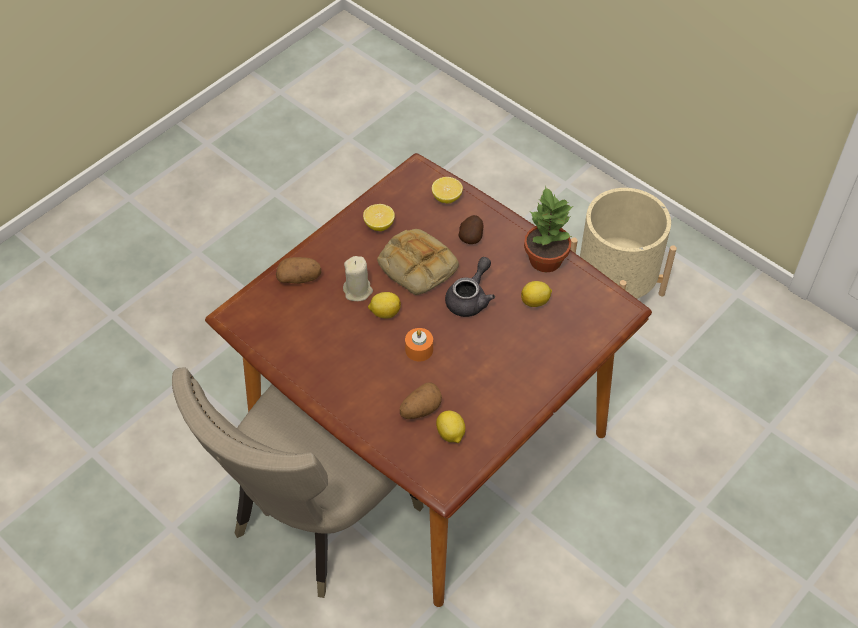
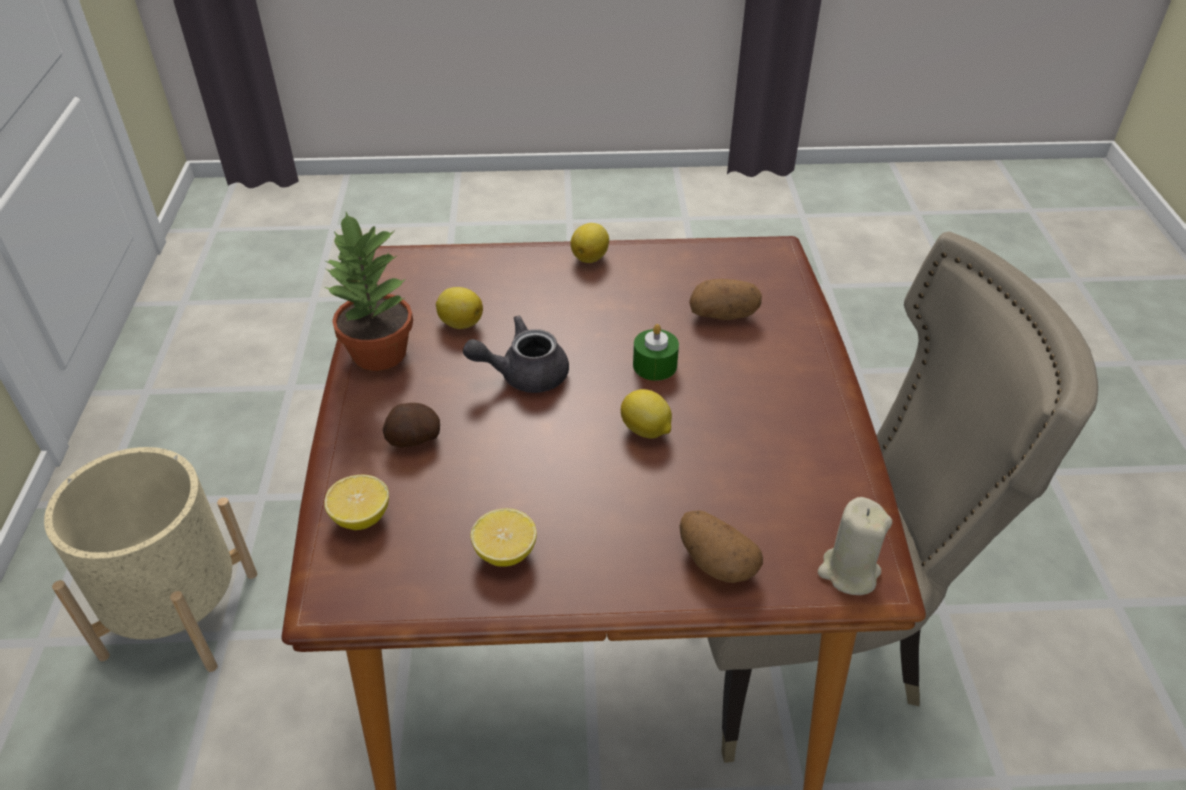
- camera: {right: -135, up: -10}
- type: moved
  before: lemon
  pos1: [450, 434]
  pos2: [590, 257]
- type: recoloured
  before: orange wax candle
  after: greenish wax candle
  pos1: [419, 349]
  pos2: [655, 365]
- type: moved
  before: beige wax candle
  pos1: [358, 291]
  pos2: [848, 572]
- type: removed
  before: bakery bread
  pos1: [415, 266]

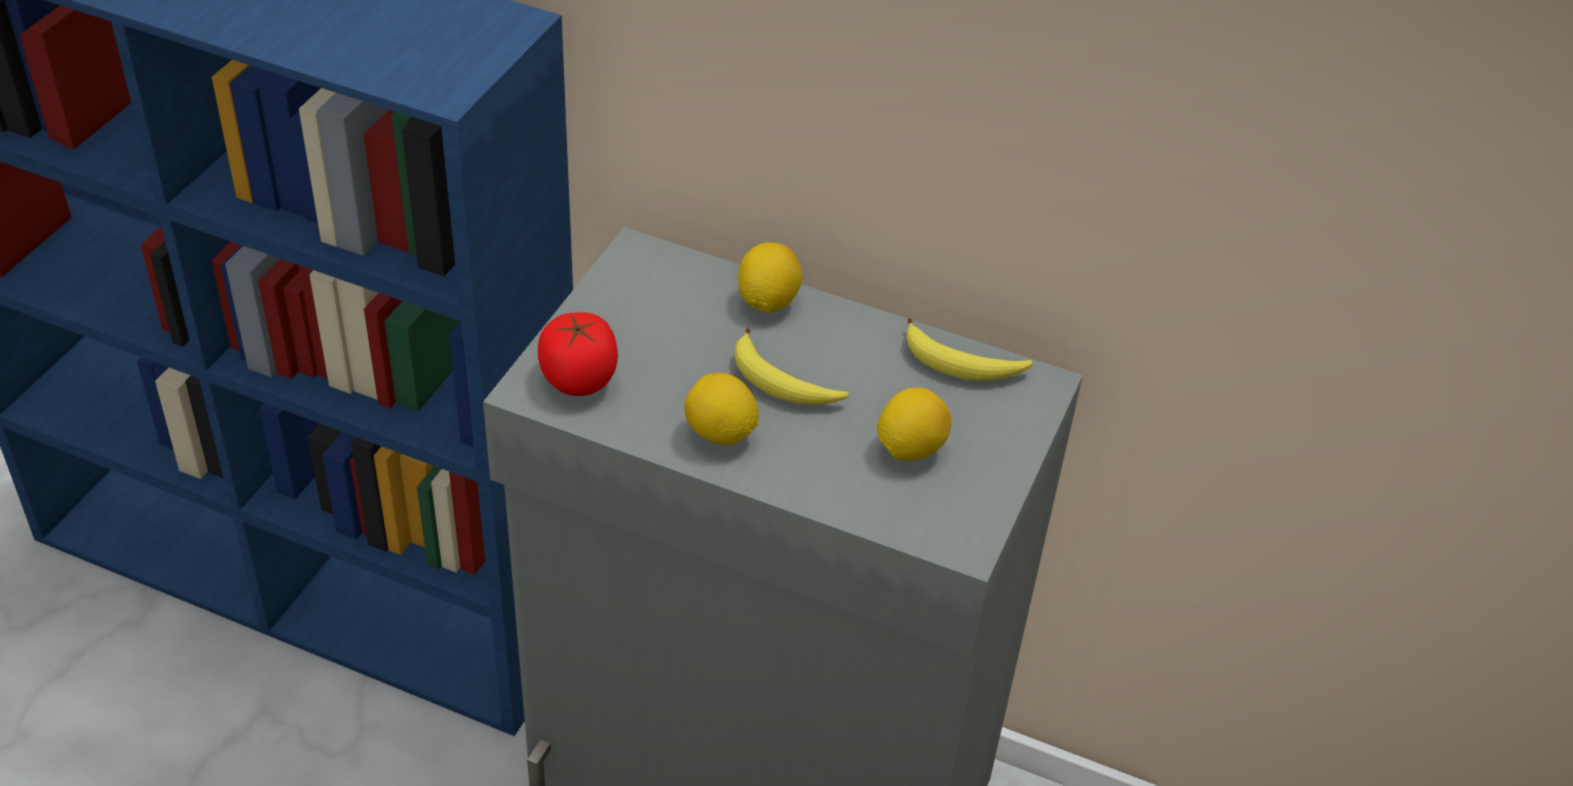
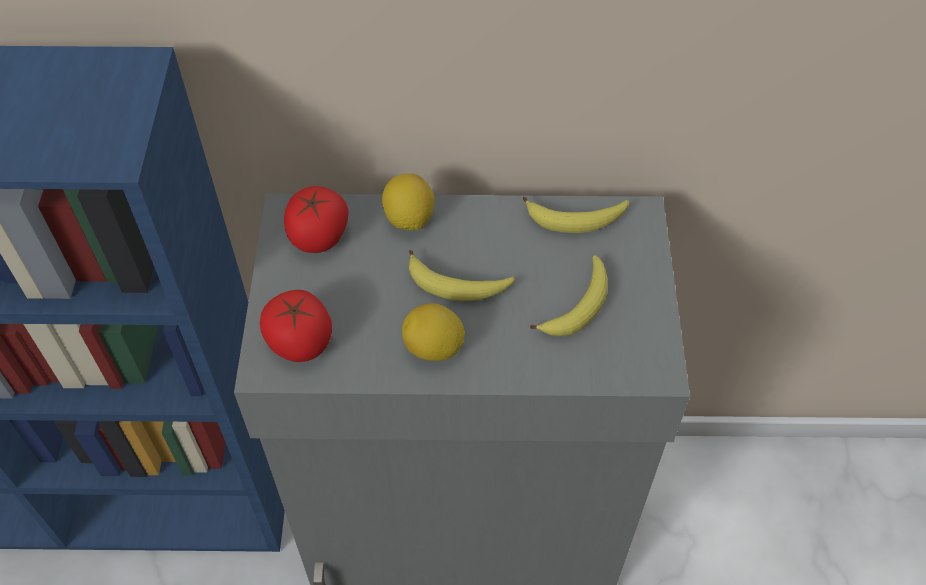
- camera: {right: -20, up: 10}
- type: added
  after: tomato
  pos2: [319, 236]
- type: replaced
  before: lemon
  after: banana fruit
  pos1: [910, 448]
  pos2: [577, 305]

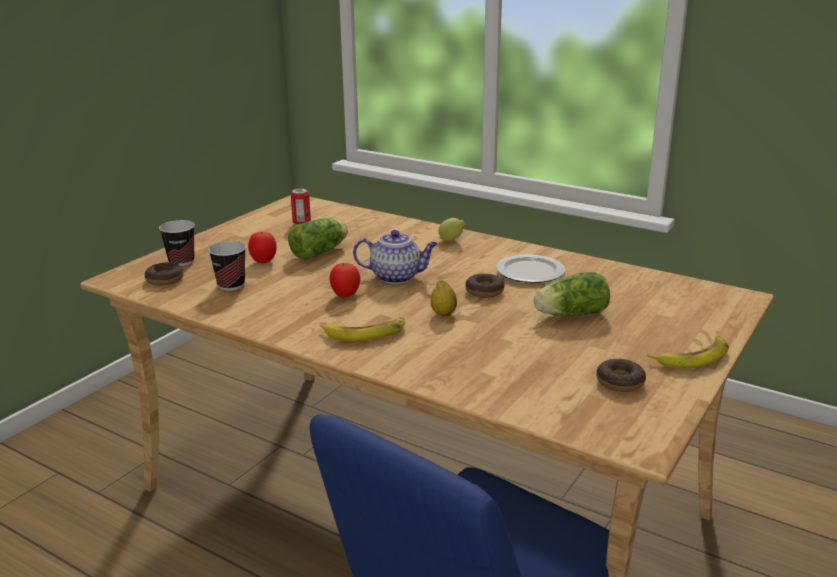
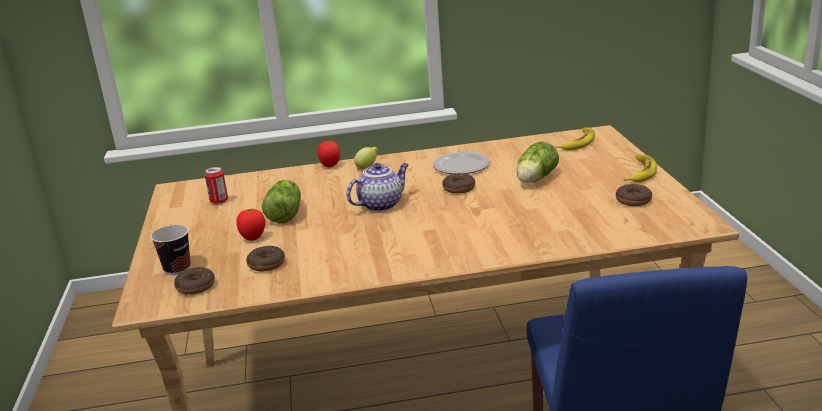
- camera: {right: -40, up: 0}
- type: replaced
  before: cup
  after: ring doughnut
  pos1: [231, 285]
  pos2: [266, 264]
- type: moved
  before: tomato
  pos1: [345, 295]
  pos2: [330, 166]
- type: moved
  before: banana fruit
  pos1: [366, 333]
  pos2: [577, 142]
- type: removed
  before: lemon
  pos1: [443, 314]

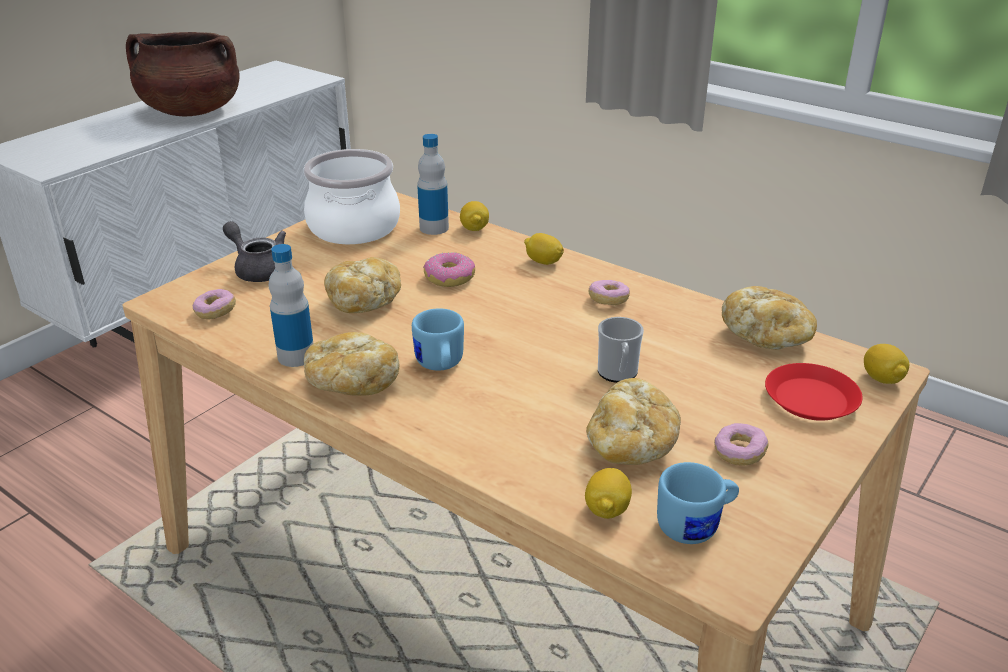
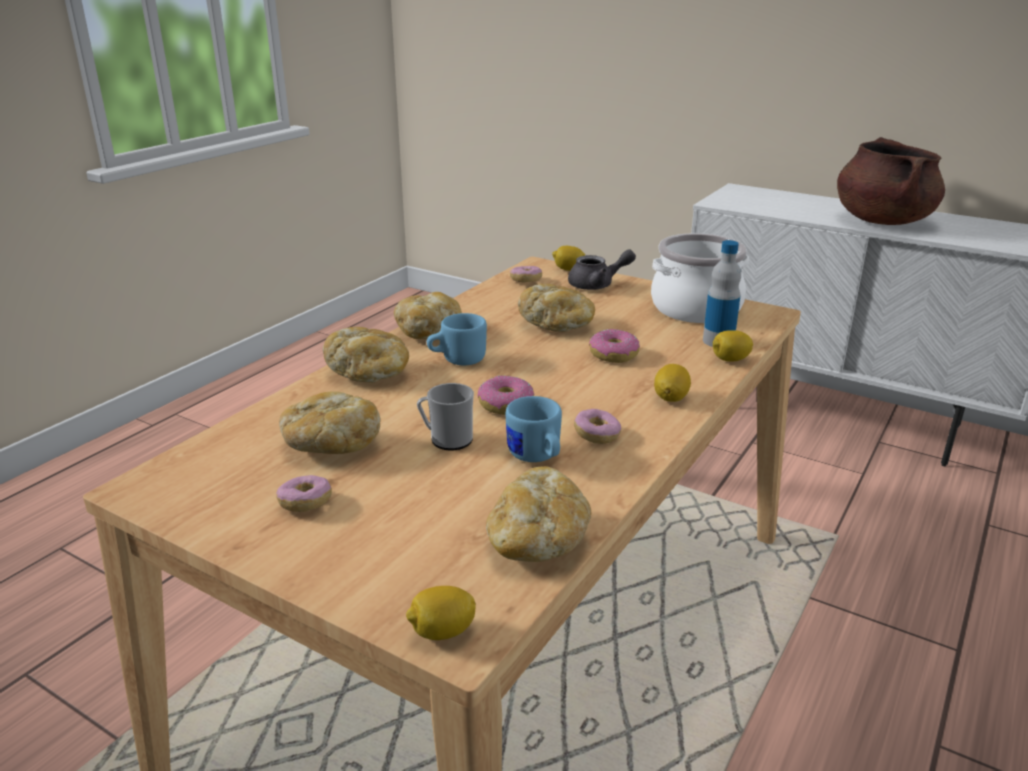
- camera: {right: 85, up: -5}
- type: added
  after: bakery bread
  pos2: [369, 373]
- type: added
  after: ring doughnut
  pos2: [505, 405]
- type: moved
  before: bluish tea mug
  pos1: [696, 526]
  pos2: [536, 457]
- type: moved
  before: lemon
  pos1: [607, 509]
  pos2: [568, 269]
- type: turned
  before: greyish pot for tea
  pos1: [258, 269]
  pos2: [597, 285]
  turn: 45
- type: removed
  before: bottle
  pos1: [296, 356]
- type: removed
  before: red-coloured plate
  pos1: [810, 399]

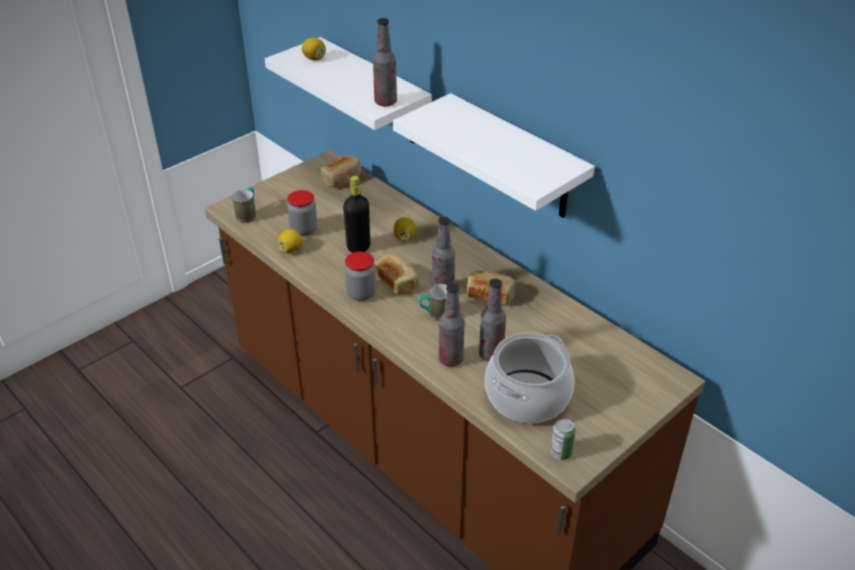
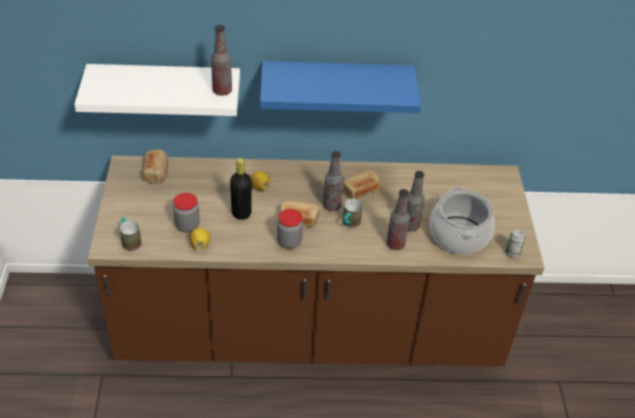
- camera: {right: -50, up: 5}
- type: recoloured
  before: white-coloured bracket shelf
  after: bluish bracket shelf
  pos1: [516, 158]
  pos2: [337, 86]
- type: removed
  before: lemon
  pos1: [314, 58]

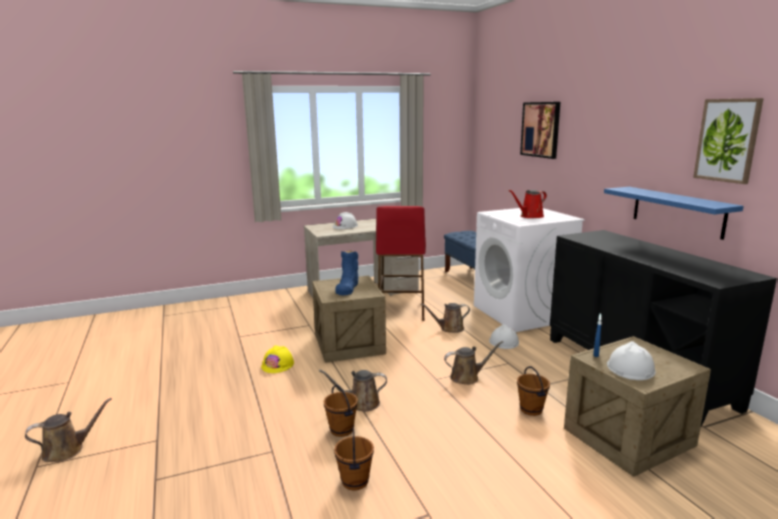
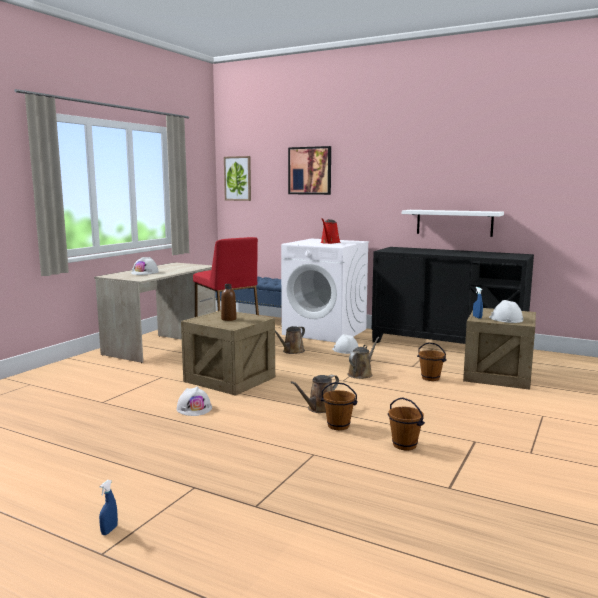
- camera: {right: -40, up: -5}
- type: replaced
  before: brownish watering pot
  after: bluish sprayer
  pos1: [67, 450]
  pos2: [109, 530]
- type: recoloured
  before: yellowish hard hat
  after: white-coloured hard hat
  pos1: [278, 364]
  pos2: [194, 408]
- type: replaced
  before: bluish tall boot
  after: brownish bottle
  pos1: [347, 288]
  pos2: [228, 319]
- type: moved
  before: wall picture
  pos1: [727, 140]
  pos2: [238, 178]
- type: recoloured
  before: bluish bracket shelf
  after: white-coloured bracket shelf
  pos1: [677, 211]
  pos2: [454, 222]

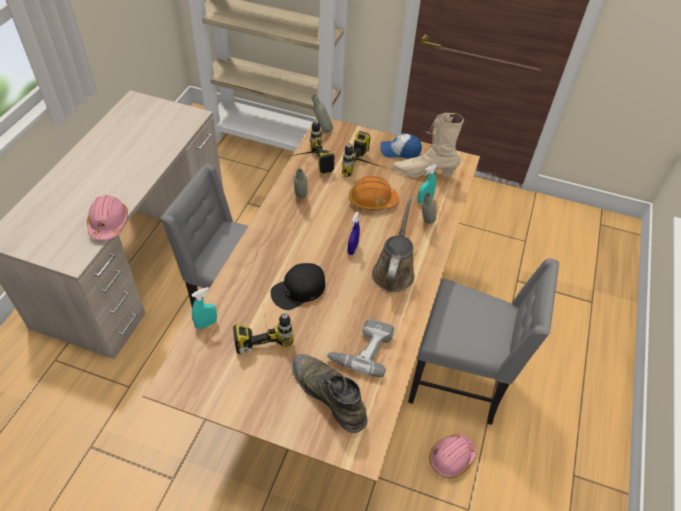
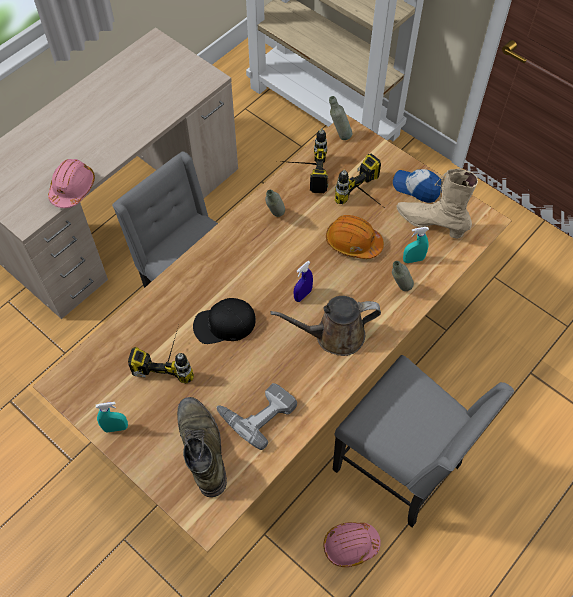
- camera: {right: 25, up: 10}
- type: moved
  before: turquoise-coloured sprayer
  pos1: [206, 324]
  pos2: [116, 428]
- type: turned
  before: brownish watering pot
  pos1: [394, 271]
  pos2: [334, 335]
  turn: -135

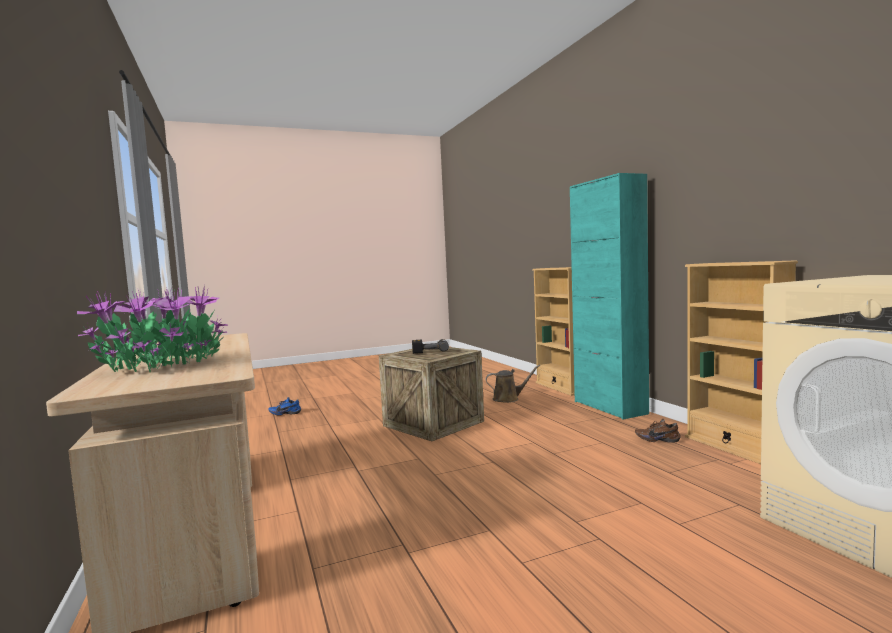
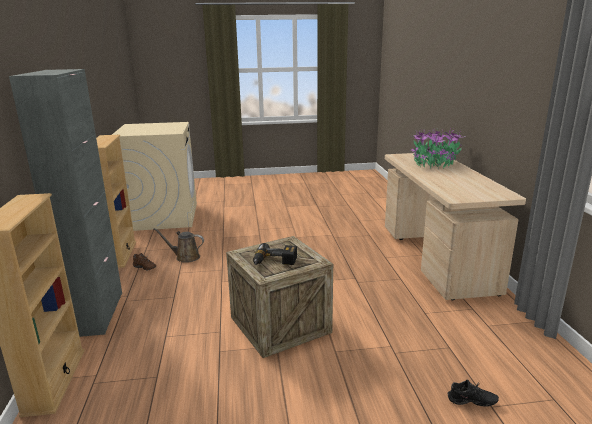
- camera: {right: -165, up: 15}
- type: recoloured
  before: turquoise-coloured cabinet
  after: greyish cabinet
  pos1: [609, 407]
  pos2: [97, 314]
- type: moved
  before: brownish watering pot
  pos1: [508, 399]
  pos2: [185, 257]
- type: recoloured
  before: bluish item of footwear
  after: black item of footwear
  pos1: [285, 413]
  pos2: [471, 403]

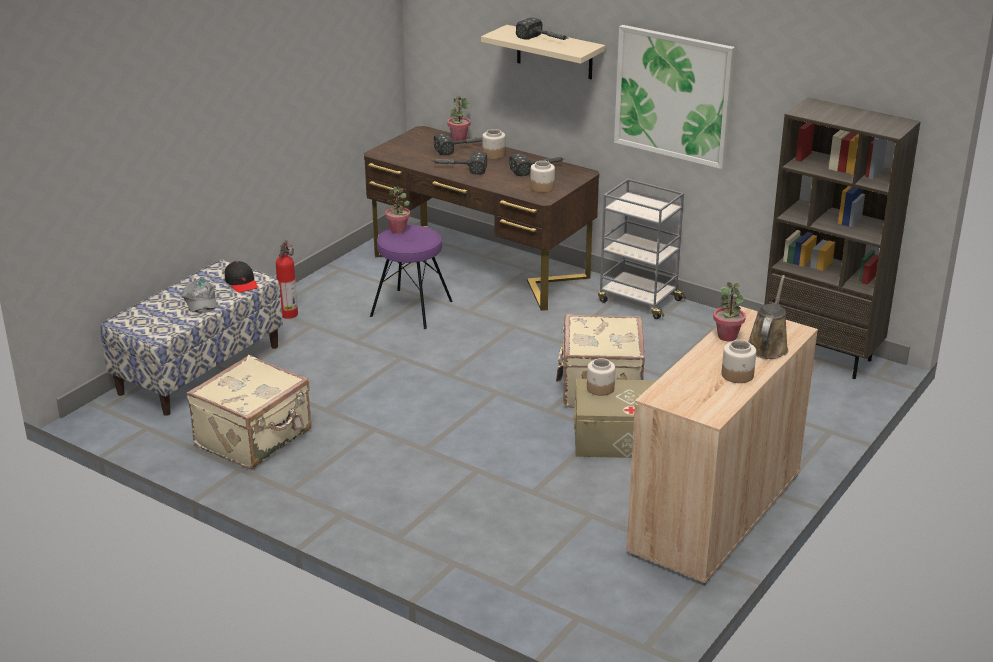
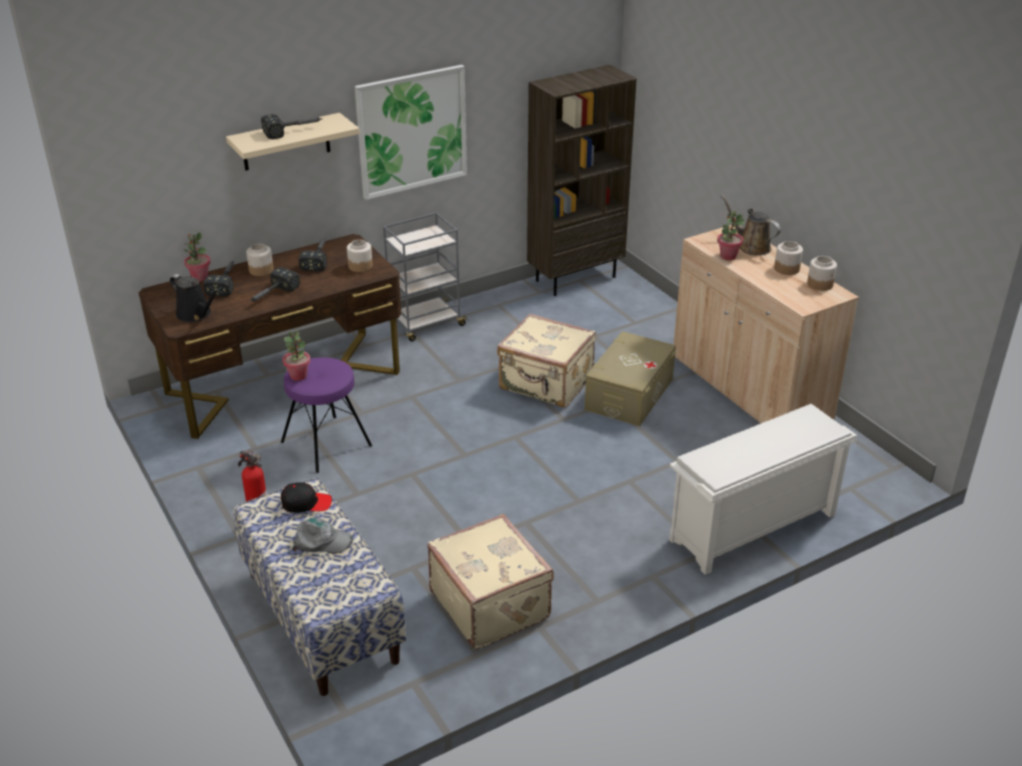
- camera: {right: -65, up: 5}
- type: added
  after: black watering pot
  pos2: [196, 314]
- type: added
  after: white-coloured shoe rack
  pos2: [752, 529]
- type: moved
  before: preserve jar
  pos1: [600, 388]
  pos2: [820, 284]

